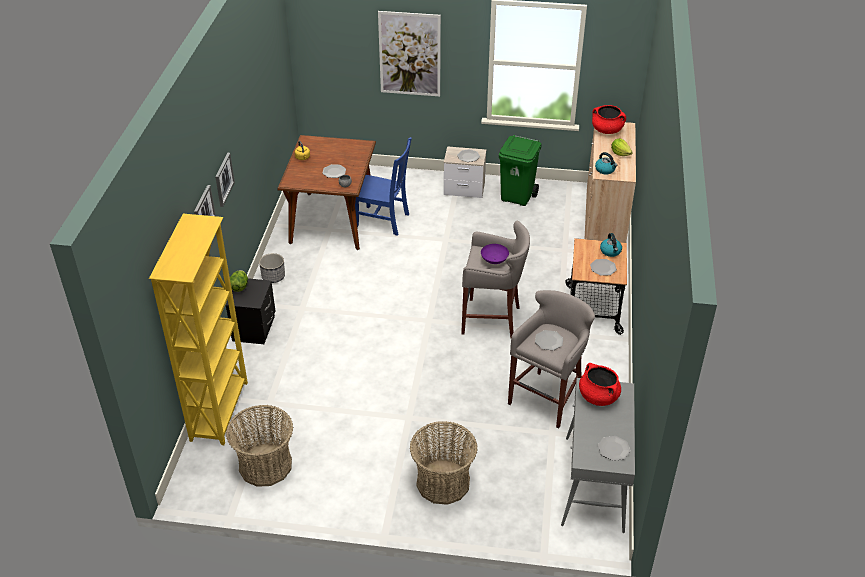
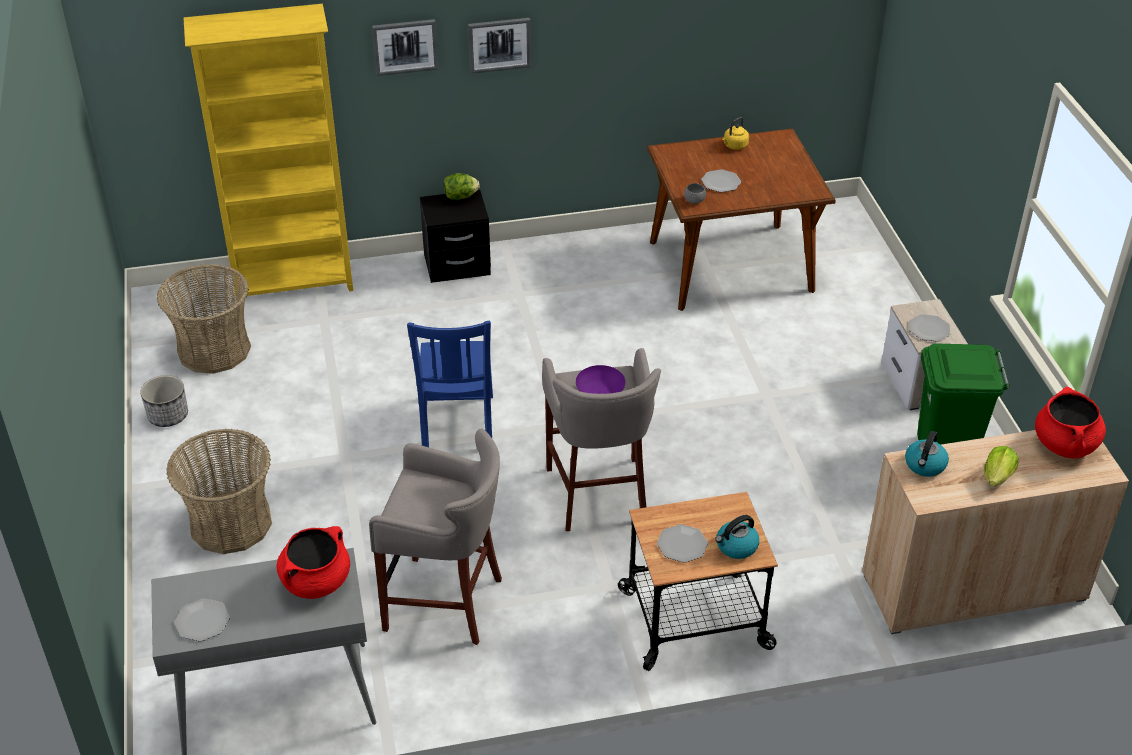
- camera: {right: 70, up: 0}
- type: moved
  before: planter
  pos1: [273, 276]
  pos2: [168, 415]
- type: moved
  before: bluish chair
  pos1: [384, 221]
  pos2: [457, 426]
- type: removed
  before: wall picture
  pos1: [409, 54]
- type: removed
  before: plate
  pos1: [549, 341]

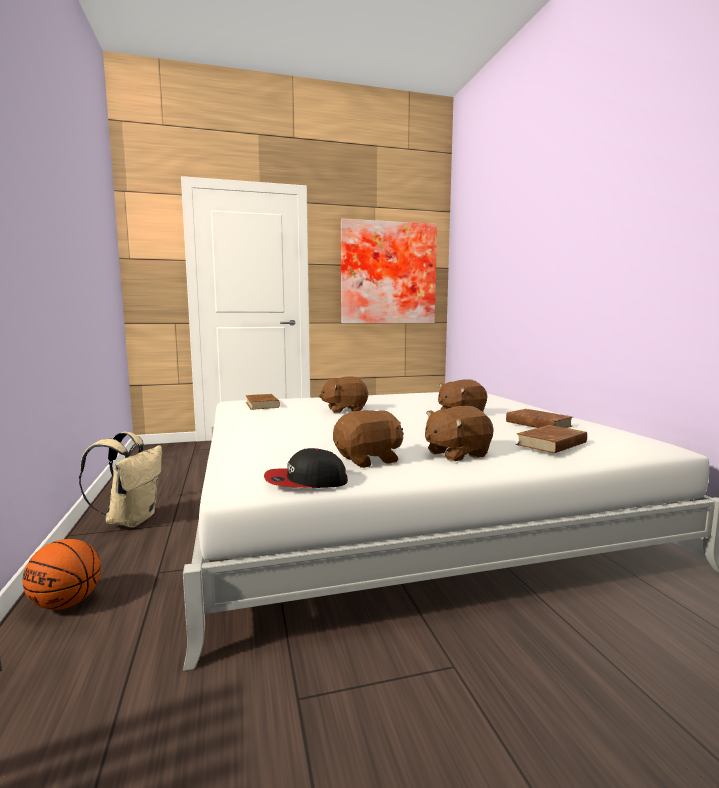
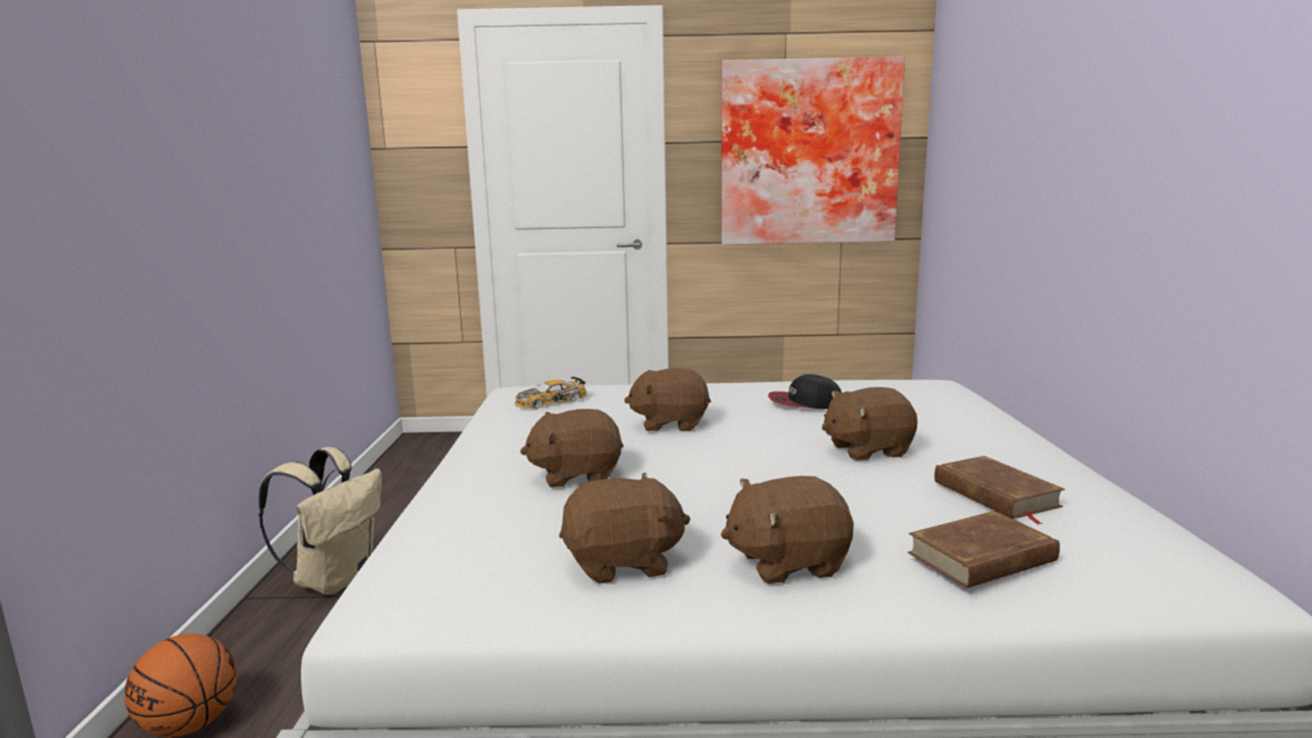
- camera: {right: 15, up: 5}
- type: replaced
  before: brownish bound book
  after: miniature car
  pos1: [262, 405]
  pos2: [550, 401]
- type: added
  after: brownish plush toy
  pos2: [576, 475]
- type: moved
  before: baseball cap
  pos1: [305, 481]
  pos2: [805, 403]

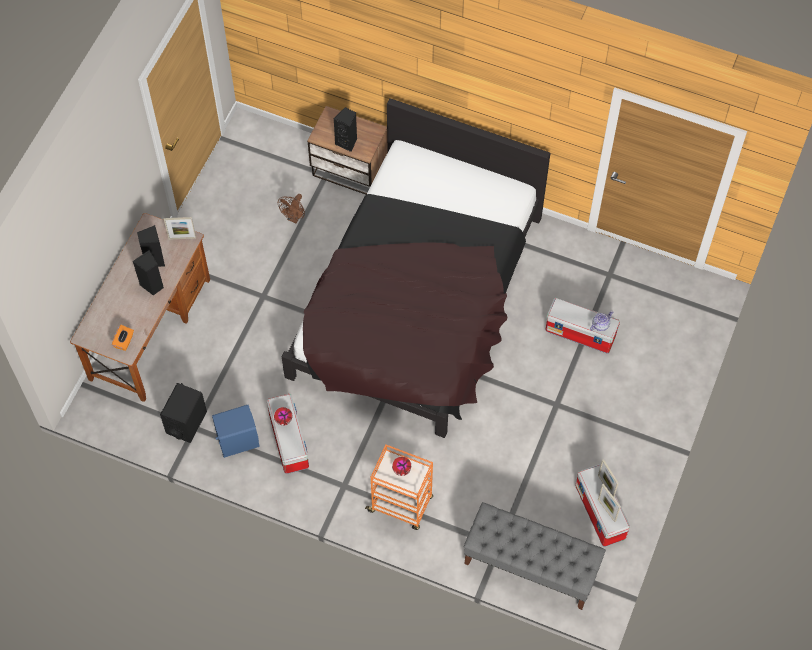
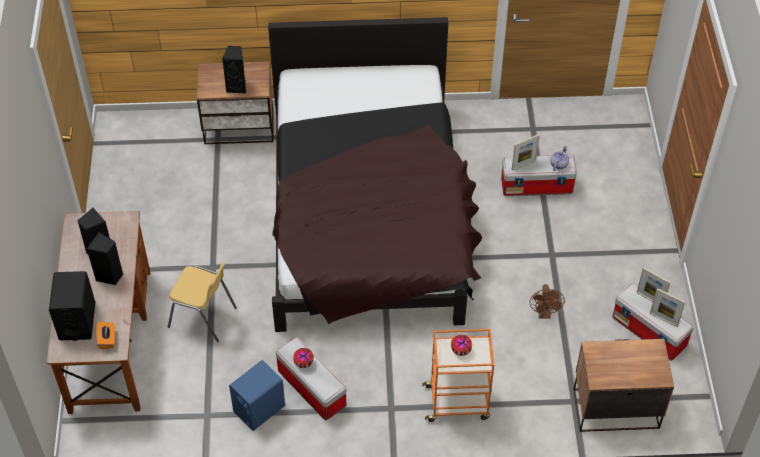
- camera: {right: -25, up: -10}
- type: moved
  before: black audio speaker
  pos1: [186, 422]
  pos2: [77, 321]
- type: added
  after: yellowish chair
  pos2: [203, 317]
- type: moved
  before: photo frame
  pos1: [182, 238]
  pos2: [523, 165]
- type: moved
  before: brownish electric fan
  pos1: [294, 217]
  pos2: [544, 313]
- type: replaced
  before: greyish bench
  after: bedside table
  pos1: [530, 566]
  pos2: [614, 407]

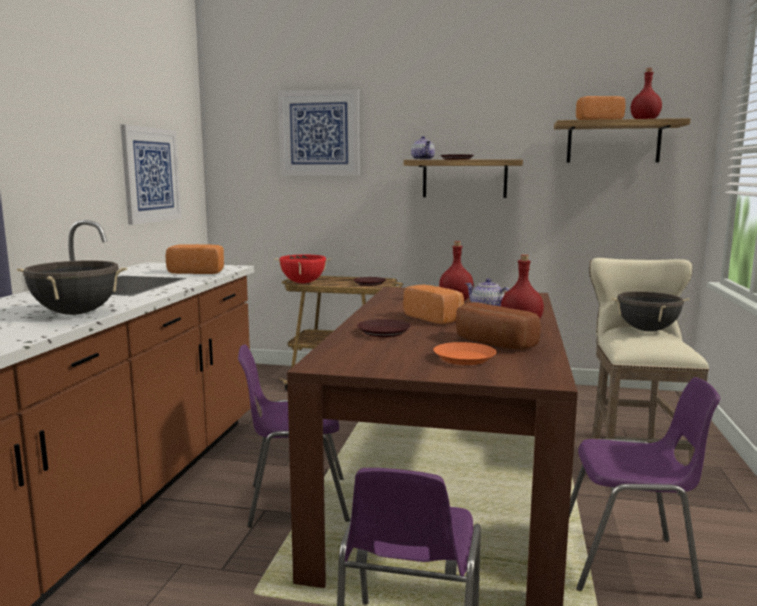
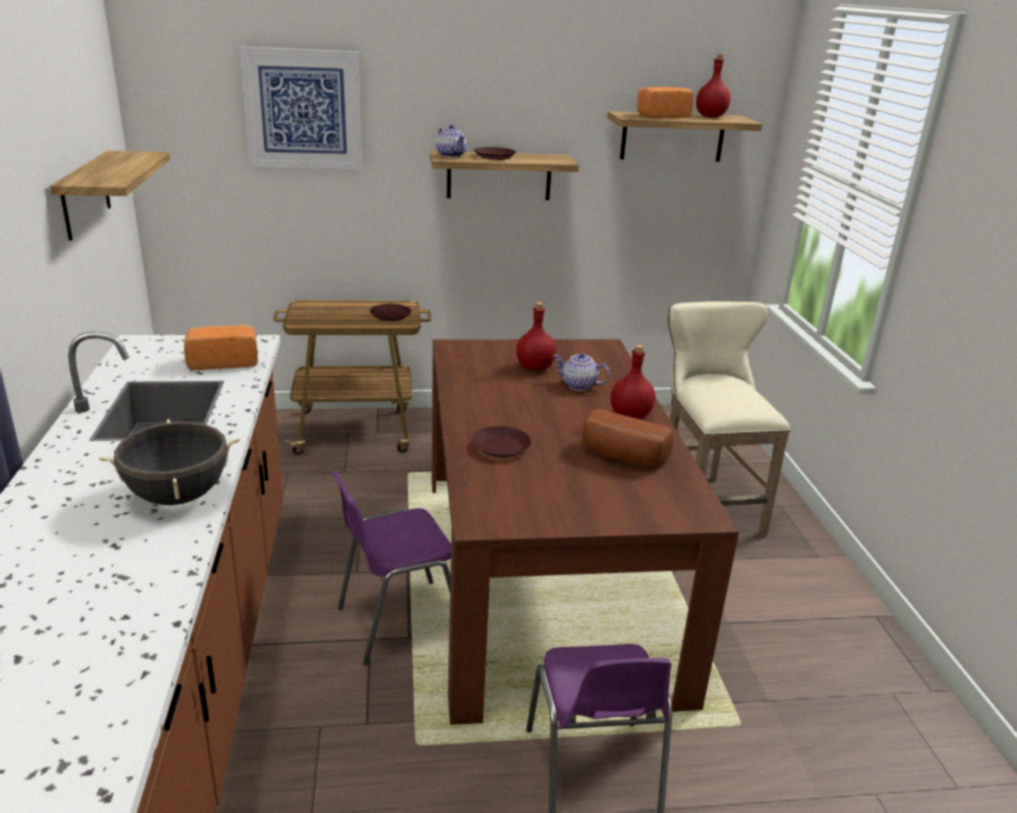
- camera: {right: -20, up: 15}
- type: replaced
  before: wall picture
  after: bracket shelf
  pos1: [151, 175]
  pos2: [85, 195]
- type: removed
  before: red-coloured stockpot
  pos1: [303, 283]
- type: removed
  before: bakery bread
  pos1: [435, 318]
- type: removed
  before: orange plate
  pos1: [464, 358]
- type: removed
  before: purple-coloured chair
  pos1: [629, 564]
- type: removed
  before: black stockpot
  pos1: [647, 330]

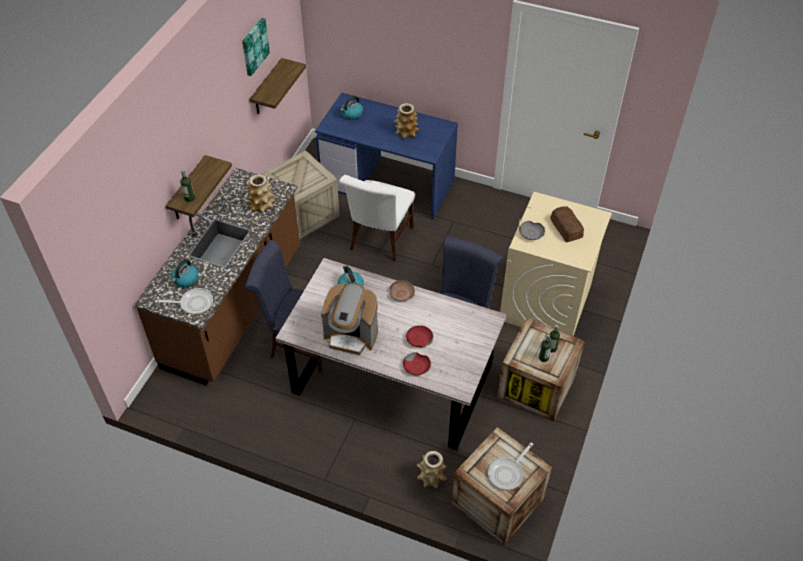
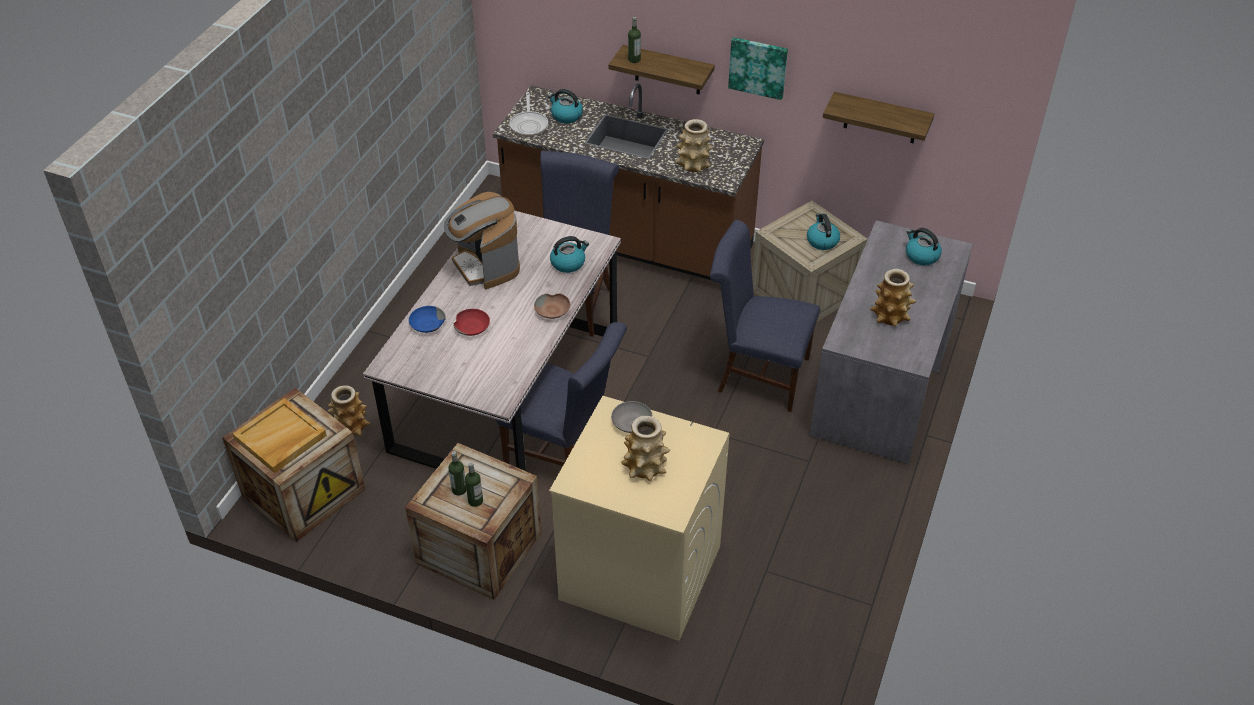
- camera: {right: 90, up: -5}
- type: replaced
  before: pan
  after: beige tray
  pos1: [507, 473]
  pos2: [280, 438]
- type: recoloured
  before: red-coloured deep dish
  after: bluish deep dish
  pos1: [417, 367]
  pos2: [427, 325]
- type: turned
  before: coffee maker
  pos1: [351, 335]
  pos2: [485, 265]
  turn: -45
- type: replaced
  before: bakery bread
  after: flower vase
  pos1: [566, 228]
  pos2: [645, 467]
- type: recoloured
  before: white-coloured chair
  after: bluish chair
  pos1: [379, 241]
  pos2: [757, 374]
- type: moved
  before: wall picture
  pos1: [254, 46]
  pos2: [758, 67]
- type: added
  after: tea kettle
  pos2: [822, 241]
- type: recoloured
  before: bluish desk
  after: greyish desk
  pos1: [388, 183]
  pos2: [884, 383]

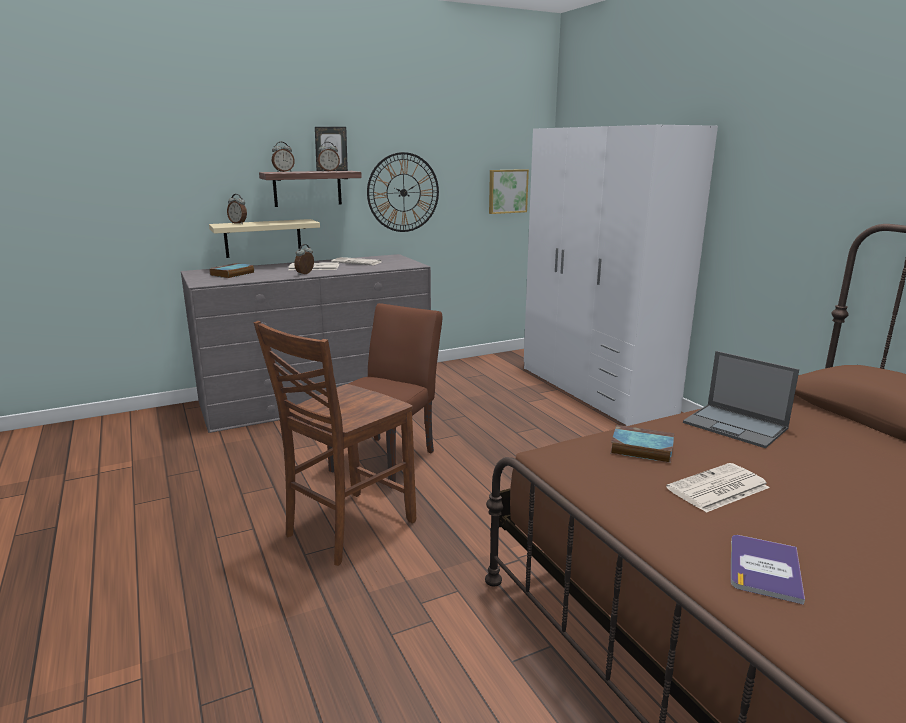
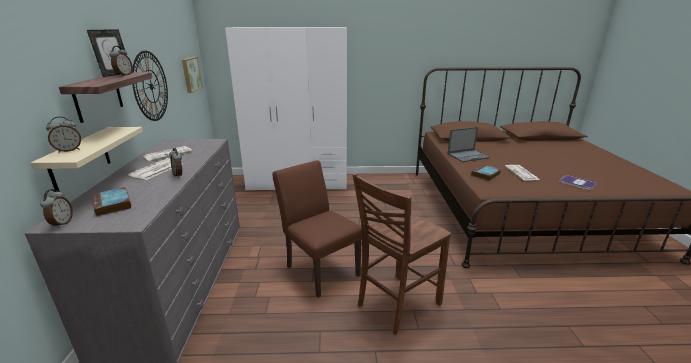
- camera: {right: -65, up: 5}
- type: moved
  before: bedside clock
  pos1: [283, 171]
  pos2: [62, 223]
- type: turned
  before: brownish chair
  pos1: [347, 528]
  pos2: [396, 304]
  turn: 75

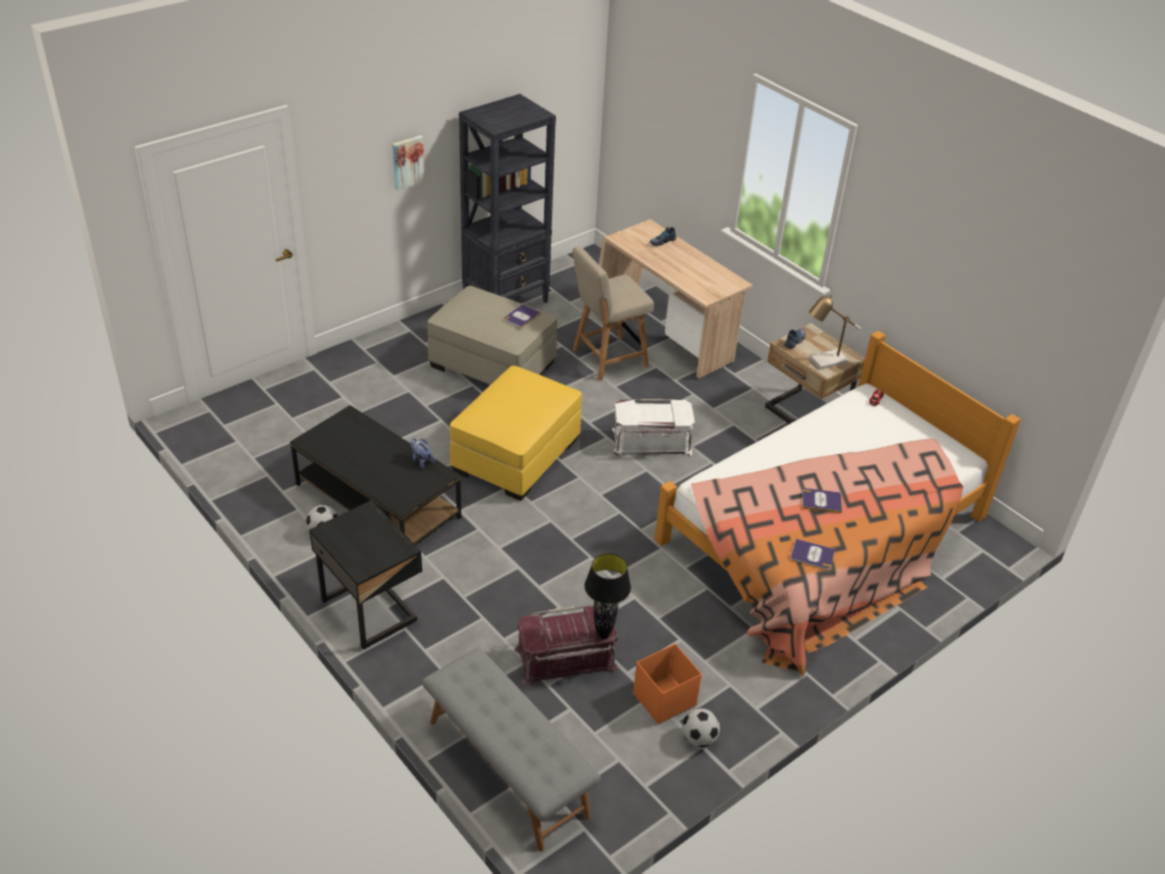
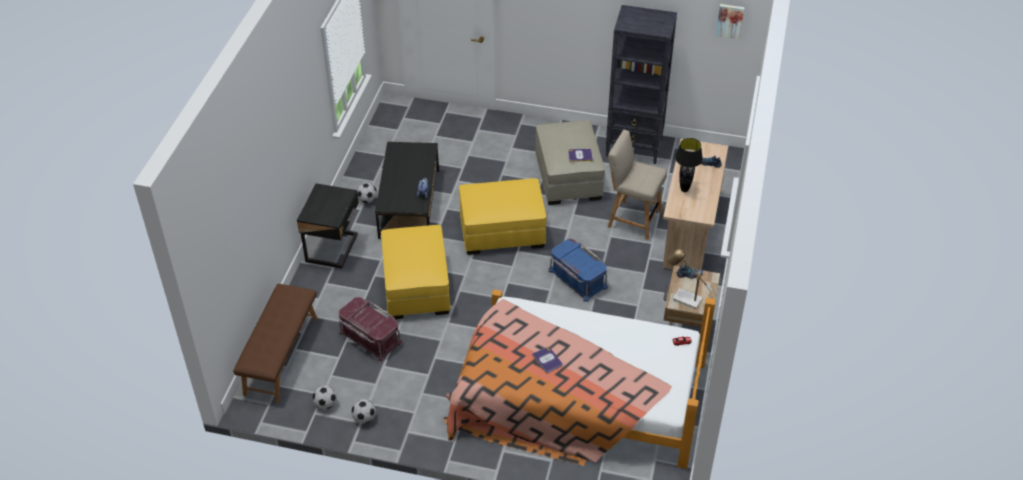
- camera: {right: 55, up: 5}
- type: recoloured
  before: greyish bench
  after: brownish bench
  pos1: [506, 768]
  pos2: [280, 355]
- type: added
  after: ball for football
  pos2: [326, 404]
- type: added
  after: yellowish pouffe
  pos2: [416, 286]
- type: recoloured
  before: white-coloured storage box
  after: bluish storage box
  pos1: [651, 442]
  pos2: [577, 279]
- type: moved
  before: black table lamp
  pos1: [603, 634]
  pos2: [684, 190]
- type: moved
  before: wall picture
  pos1: [407, 162]
  pos2: [730, 20]
- type: removed
  before: orange storage box
  pos1: [663, 699]
- type: removed
  before: bound book
  pos1: [812, 555]

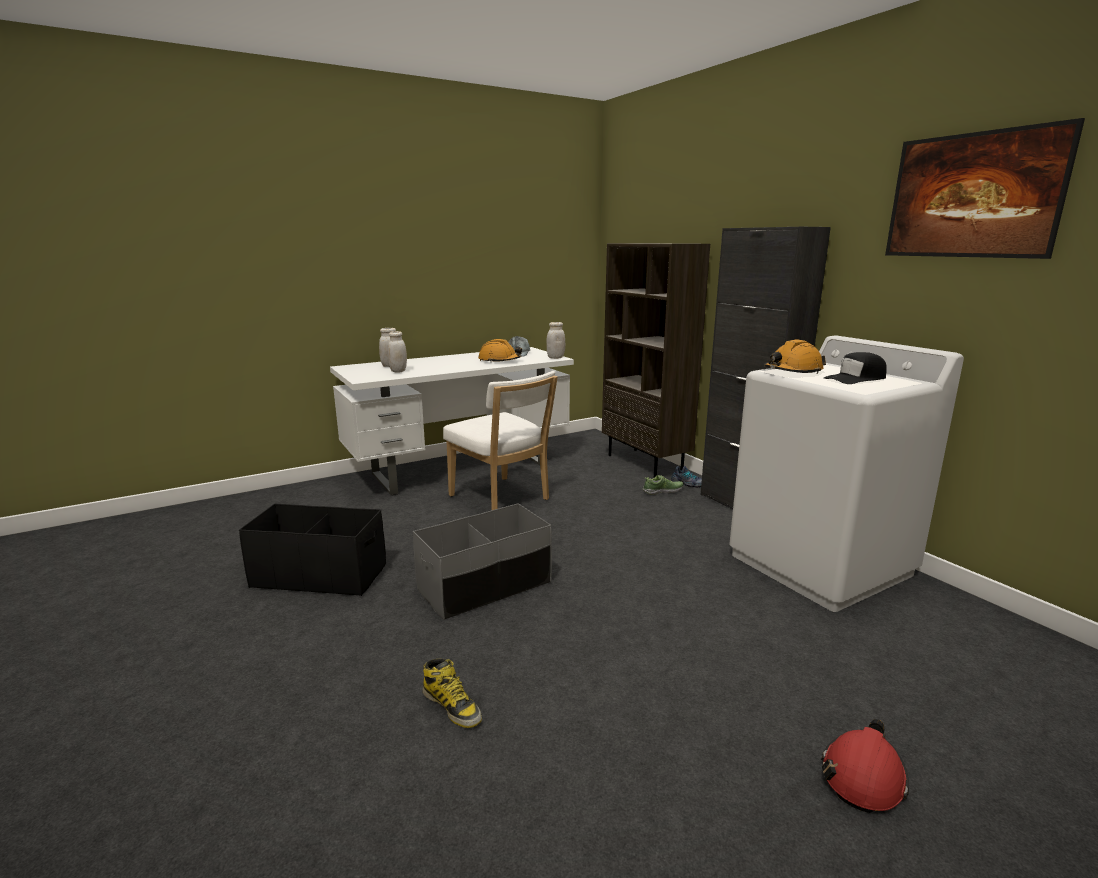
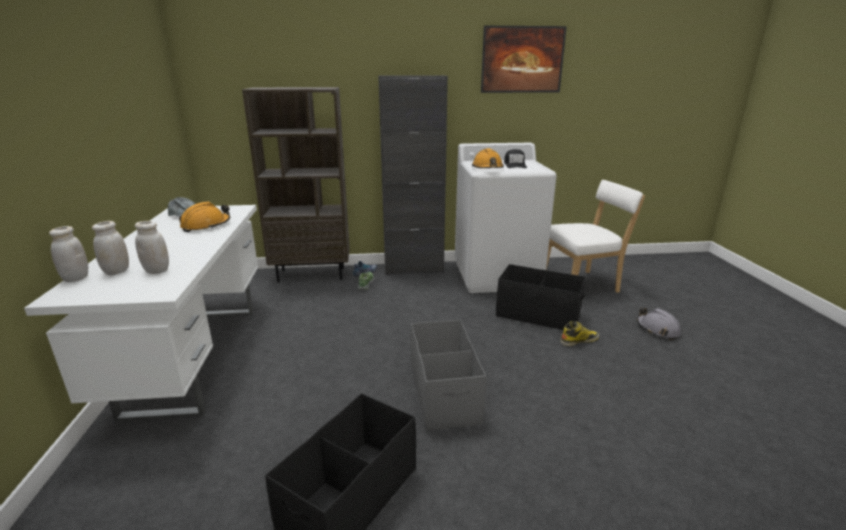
- camera: {right: -65, up: 5}
- type: moved
  before: white-coloured preserve jar
  pos1: [555, 357]
  pos2: [76, 278]
- type: added
  after: black storage box
  pos2: [538, 315]
- type: moved
  before: white-coloured chair
  pos1: [502, 499]
  pos2: [582, 285]
- type: moved
  before: tall boot
  pos1: [452, 706]
  pos2: [579, 340]
- type: recoloured
  before: red-coloured hard hat
  after: greyish hard hat
  pos1: [863, 776]
  pos2: [657, 329]

